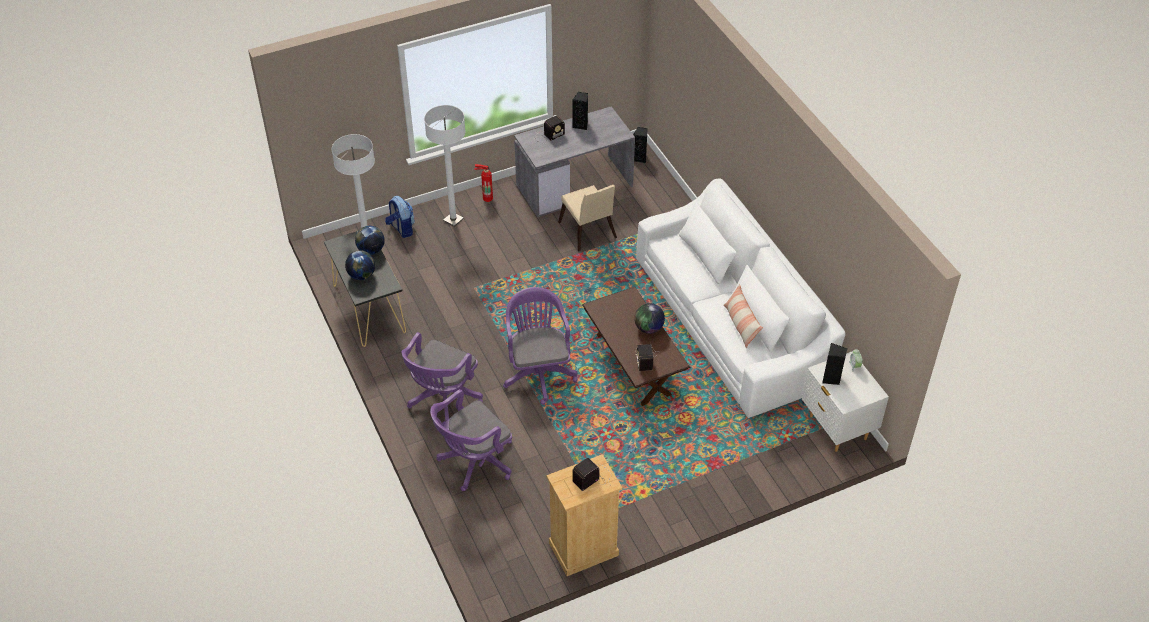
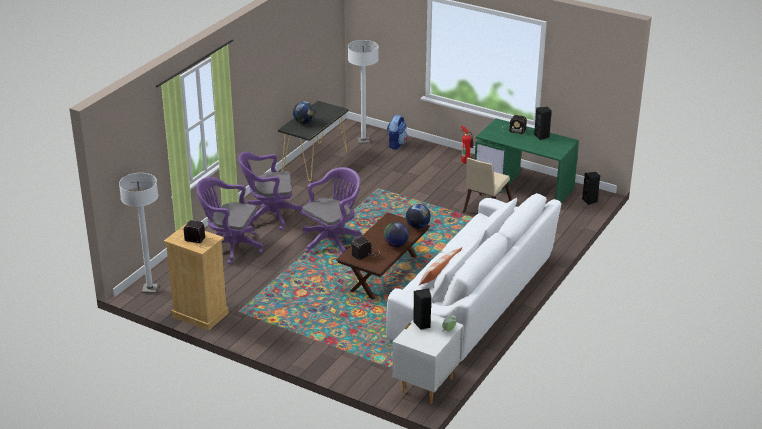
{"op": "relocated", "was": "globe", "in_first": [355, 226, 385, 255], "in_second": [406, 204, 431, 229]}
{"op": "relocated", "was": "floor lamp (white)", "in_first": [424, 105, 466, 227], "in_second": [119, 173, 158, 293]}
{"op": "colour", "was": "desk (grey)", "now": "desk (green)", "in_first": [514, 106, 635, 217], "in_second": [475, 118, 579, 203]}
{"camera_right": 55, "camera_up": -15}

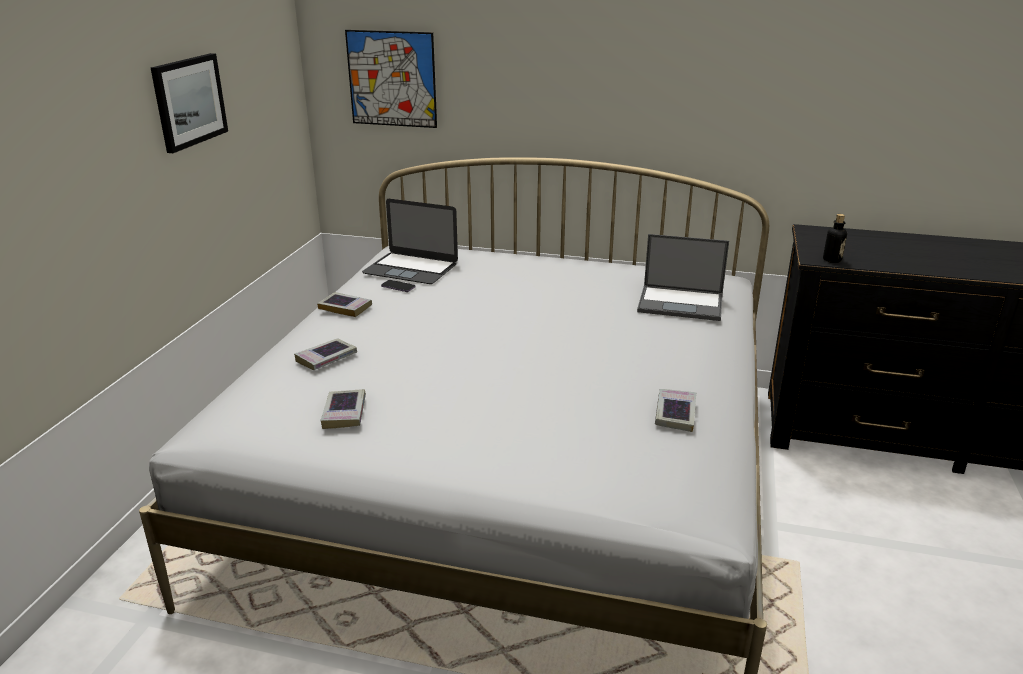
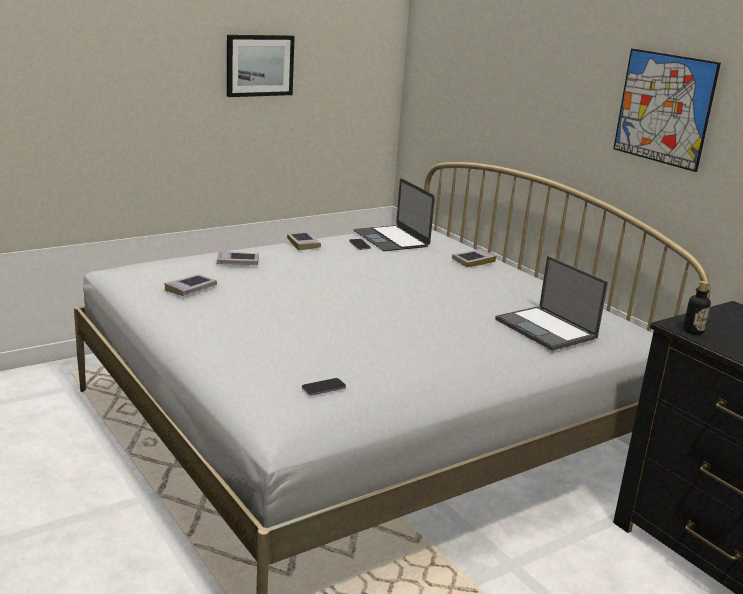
{"op": "appeared", "now": "phone", "in_second": [302, 378, 346, 395]}
{"op": "relocated", "was": "picture", "in_first": [345, 30, 437, 128], "in_second": [613, 49, 721, 172]}
{"op": "relocated", "was": "book", "in_first": [655, 389, 696, 432], "in_second": [452, 249, 496, 267]}
{"camera_right": 40, "camera_up": -5}

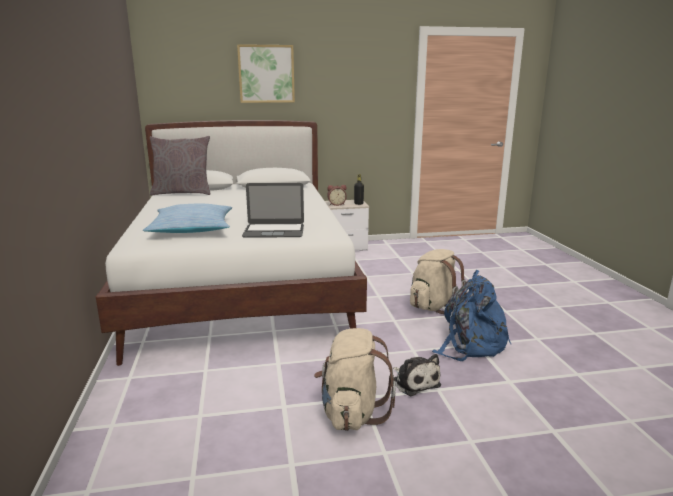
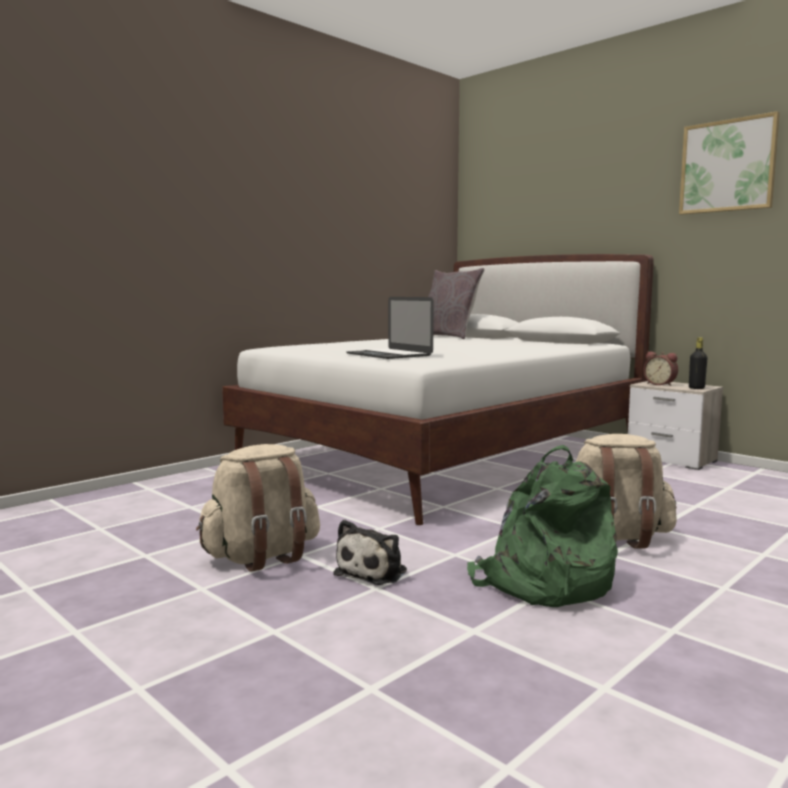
{"op": "missing", "was": "pillow", "in_first": [143, 204, 232, 233]}
{"op": "relocated", "was": "picture", "in_first": [237, 44, 295, 103], "in_second": [679, 111, 780, 215]}
{"op": "colour", "was": "backpack (blue)", "now": "backpack (green)", "in_first": [432, 270, 511, 361], "in_second": [467, 445, 618, 607]}
{"camera_right": 55, "camera_up": -10}

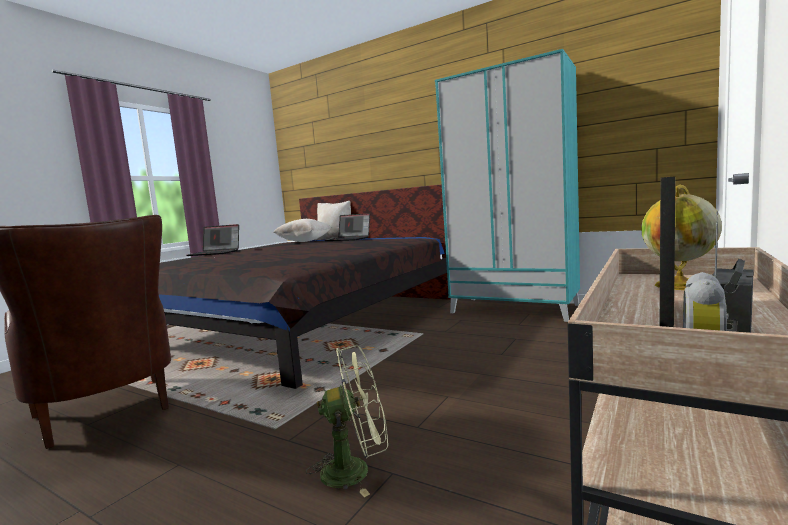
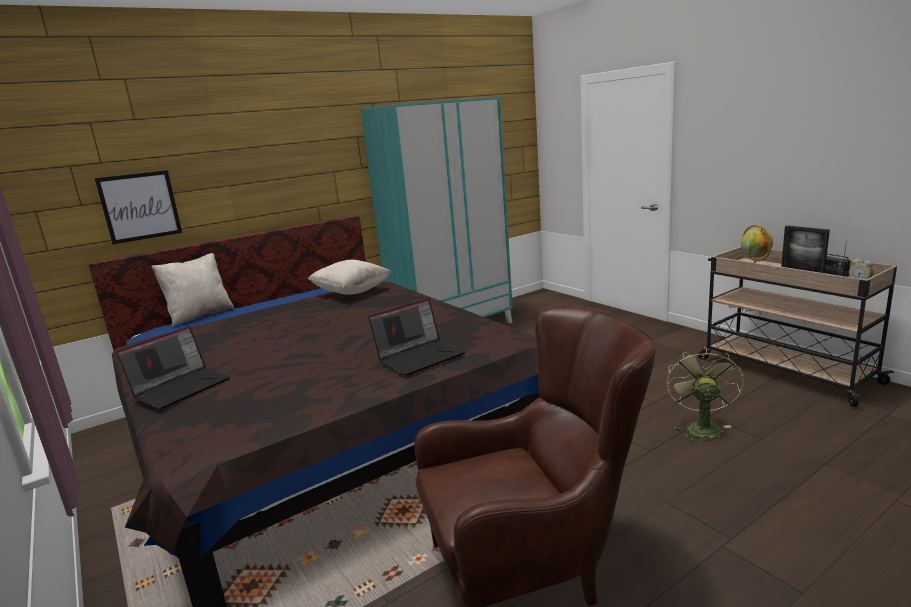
{"op": "appeared", "now": "picture", "in_second": [95, 170, 182, 244]}
{"op": "relocated", "was": "pillow (beige)", "in_first": [274, 219, 331, 242], "in_second": [308, 260, 391, 295]}
{"op": "relocated", "was": "laptop", "in_first": [325, 213, 370, 241], "in_second": [368, 298, 465, 376]}
{"camera_right": -65, "camera_up": 10}

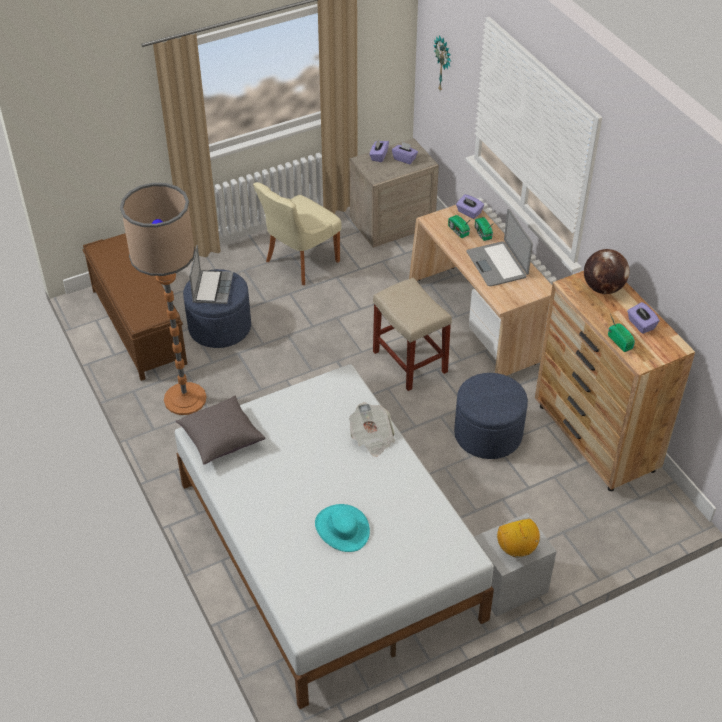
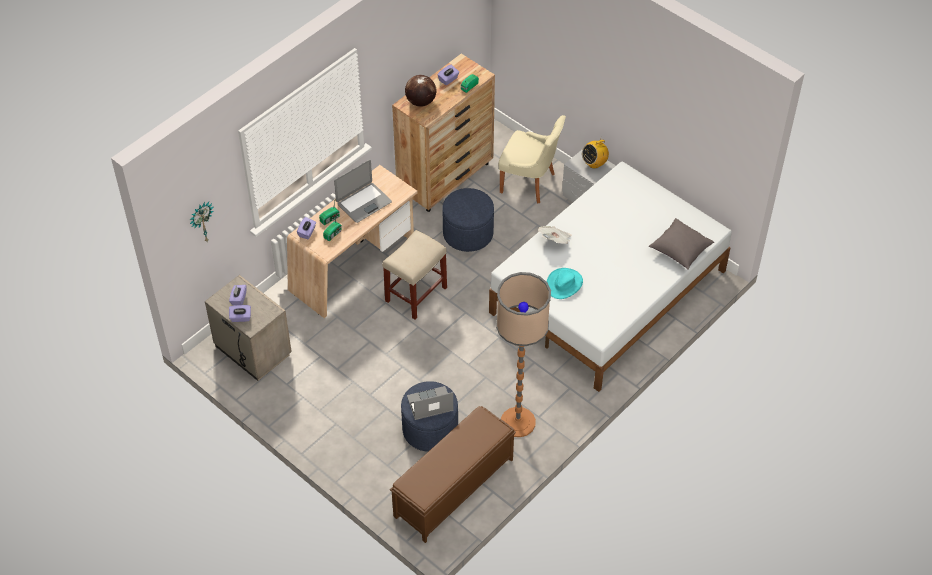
{"op": "relocated", "was": "pillow (grey)", "in_first": [176, 396, 265, 465], "in_second": [649, 218, 714, 270]}
{"op": "relocated", "was": "chair (beige)", "in_first": [253, 182, 341, 285], "in_second": [498, 115, 566, 203]}
{"op": "relocated", "was": "hat (turquoise)", "in_first": [315, 504, 370, 552], "in_second": [547, 268, 583, 299]}
{"camera_right": -110, "camera_up": 5}

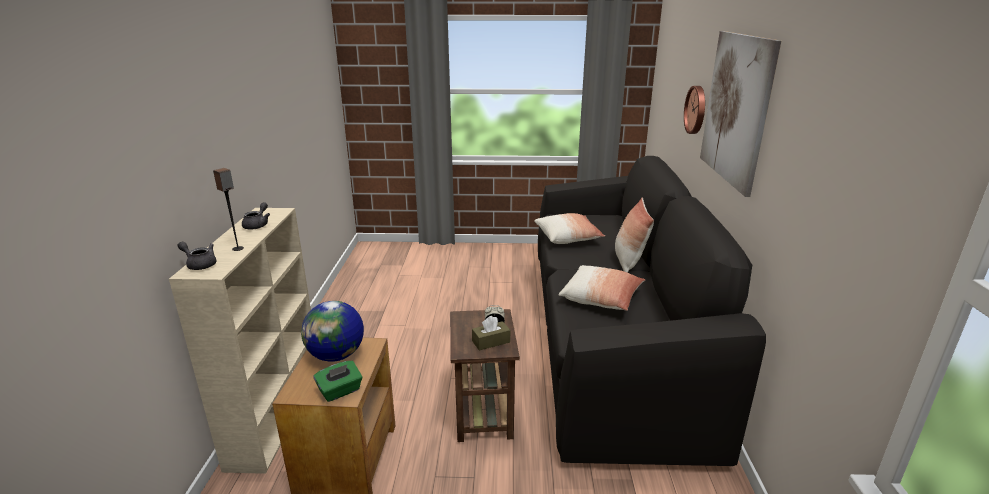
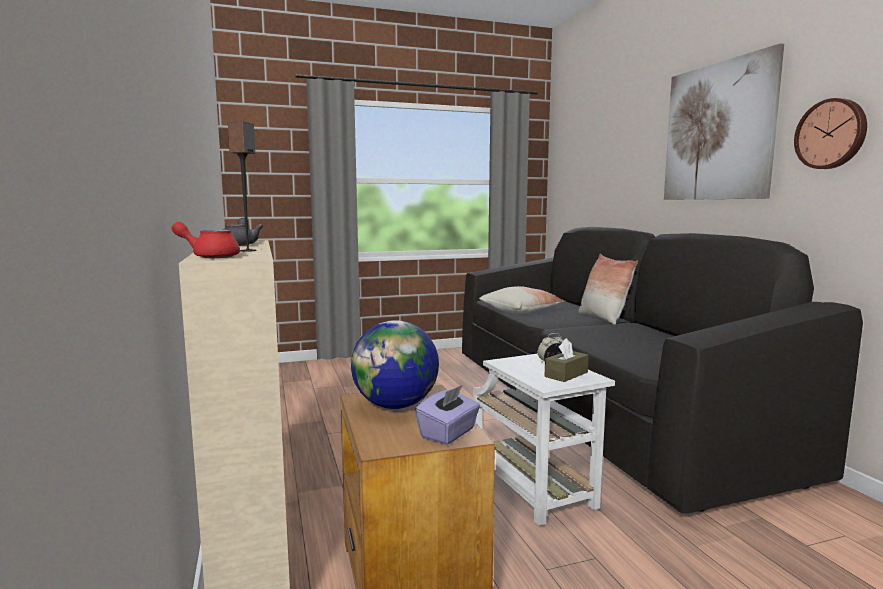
{"op": "missing", "was": "pillow", "in_first": [559, 265, 645, 311]}
{"op": "relocated", "was": "wall clock", "in_first": [684, 86, 705, 134], "in_second": [794, 98, 867, 169]}
{"op": "colour", "was": "teapot (grey)", "now": "teapot (red)", "in_first": [177, 242, 216, 270], "in_second": [172, 222, 240, 258]}
{"op": "colour", "was": "tissue box (green)", "now": "tissue box (purple)", "in_first": [313, 361, 362, 402], "in_second": [415, 385, 480, 445]}
{"op": "colour", "was": "side table (brown)", "now": "side table (white)", "in_first": [450, 309, 520, 442], "in_second": [473, 354, 615, 526]}
{"camera_right": -20, "camera_up": -15}

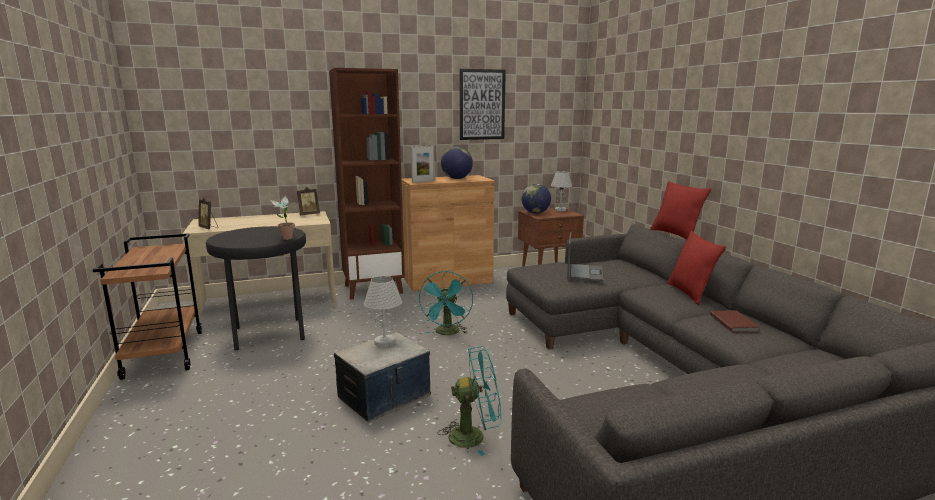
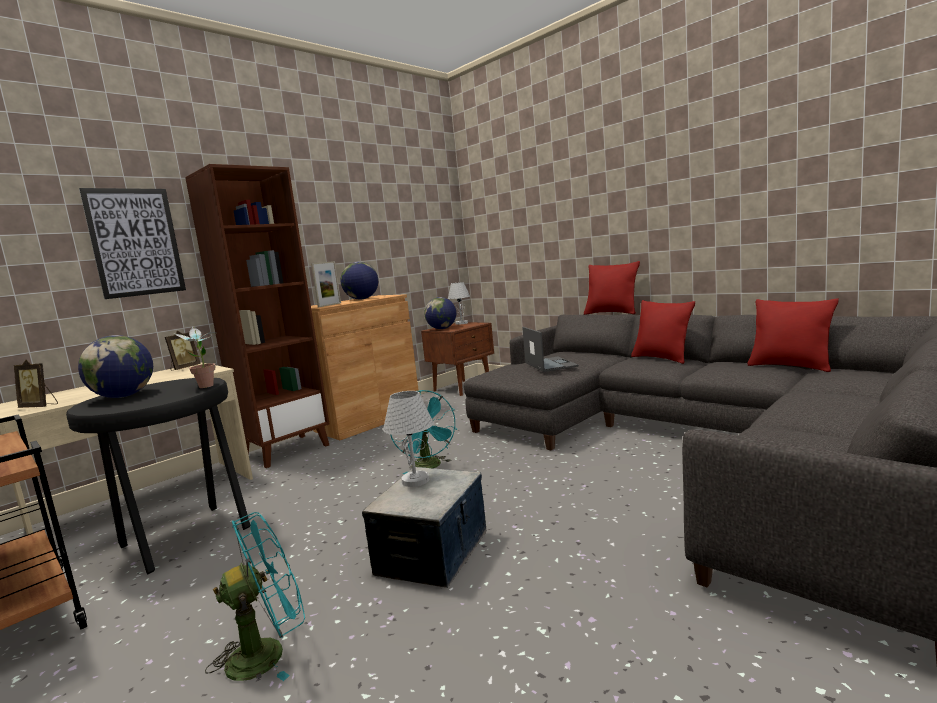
{"op": "missing", "was": "book (brown)", "in_first": [710, 310, 759, 332]}
{"op": "appeared", "now": "globe", "in_second": [78, 335, 153, 398]}
{"op": "appeared", "now": "pillow (red)", "in_second": [747, 299, 839, 372]}
{"op": "relocated", "was": "fan (turquoise)", "in_first": [438, 346, 501, 456], "in_second": [205, 512, 305, 681]}
{"op": "relocated", "was": "picture", "in_first": [459, 69, 506, 140], "in_second": [79, 188, 186, 299]}
{"camera_right": -25, "camera_up": -5}

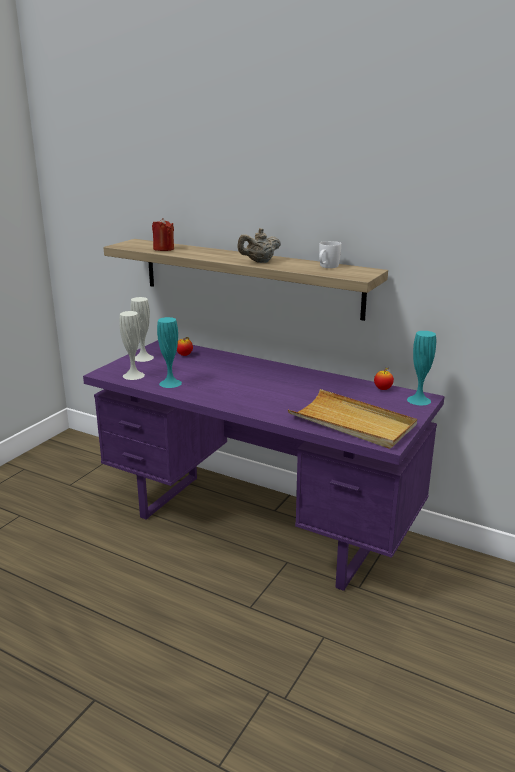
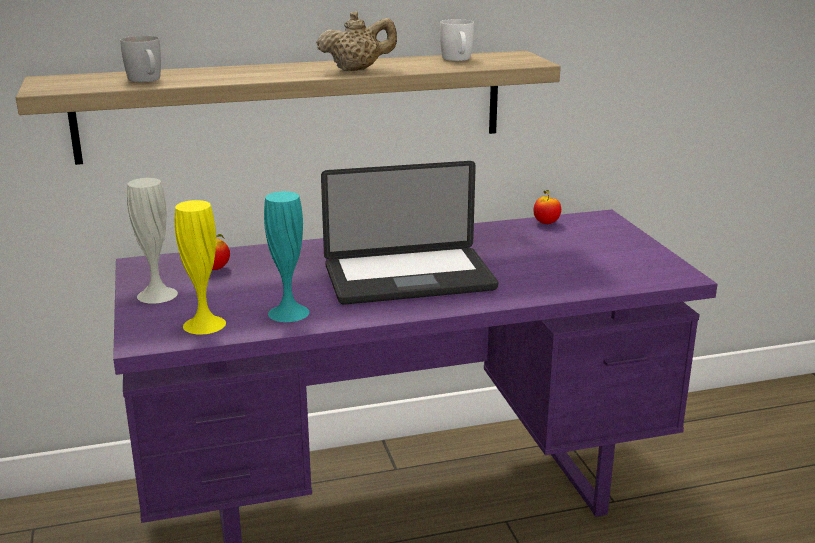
{"op": "missing", "was": "tray (beige)", "in_first": [288, 389, 417, 449]}
{"op": "missing", "was": "vase (turquoise)", "in_first": [407, 331, 436, 405]}
{"op": "appeared", "now": "laptop", "in_second": [321, 161, 498, 304]}
{"op": "exchanged", "was": "candle (red)", "now": "mug (white)", "in_first": [152, 218, 174, 251], "in_second": [120, 36, 161, 82]}
{"op": "colour", "was": "vase (white)", "now": "vase (yellow)", "in_first": [119, 311, 145, 380], "in_second": [175, 200, 226, 334]}
{"op": "spun", "was": "teapot (beige)", "in_first": [237, 228, 281, 263], "in_second": [316, 11, 397, 71], "clockwise": -120}
{"camera_right": -45, "camera_up": 0}

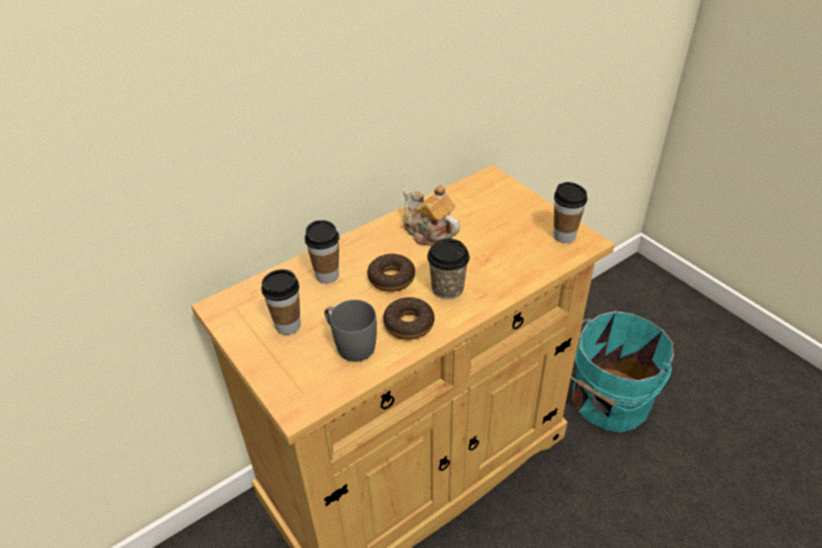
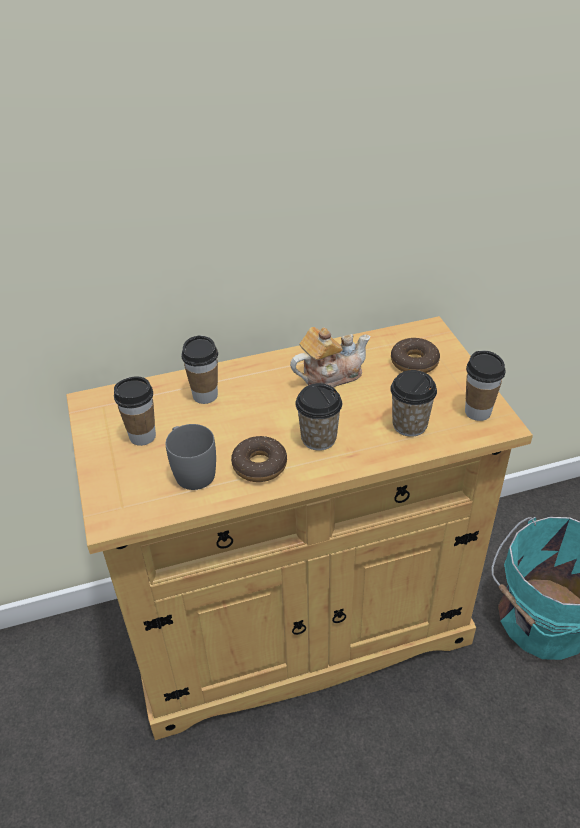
{"op": "appeared", "now": "cup", "in_second": [390, 370, 437, 437]}
{"op": "relocated", "was": "donut", "in_first": [367, 254, 415, 292], "in_second": [391, 338, 440, 373]}
{"op": "spun", "was": "teapot", "in_first": [403, 184, 460, 246], "in_second": [290, 327, 370, 387], "clockwise": 90}
{"camera_right": 20, "camera_up": 0}

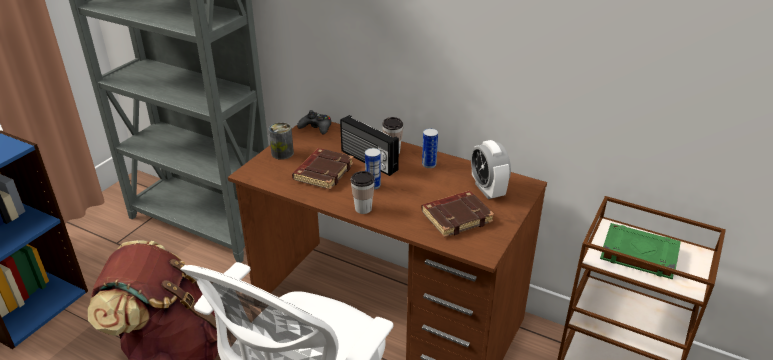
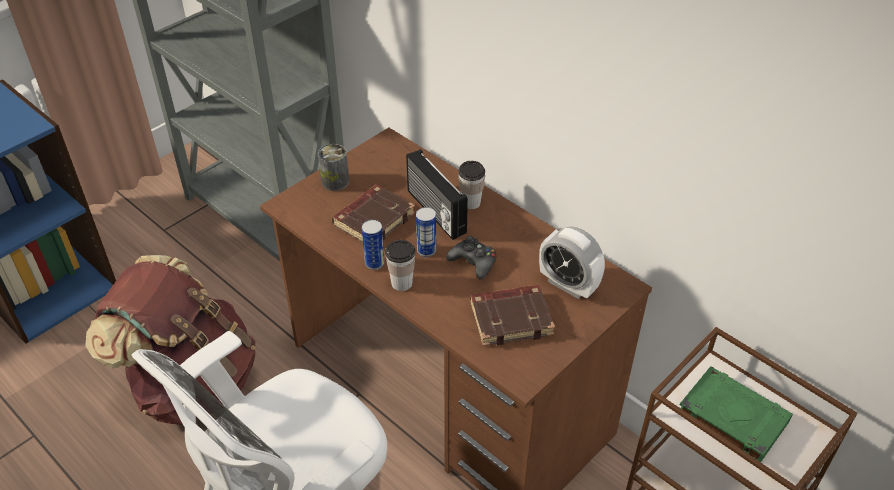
{"op": "relocated", "was": "game controller (black)", "in_first": [297, 110, 331, 134], "in_second": [446, 236, 496, 280]}
{"op": "relocated", "was": "can", "in_first": [422, 128, 438, 168], "in_second": [362, 220, 384, 270]}
{"op": "spun", "was": "alarm clock", "in_first": [471, 140, 511, 199], "in_second": [539, 226, 605, 299], "clockwise": -45}
{"camera_right": 15, "camera_up": 10}

